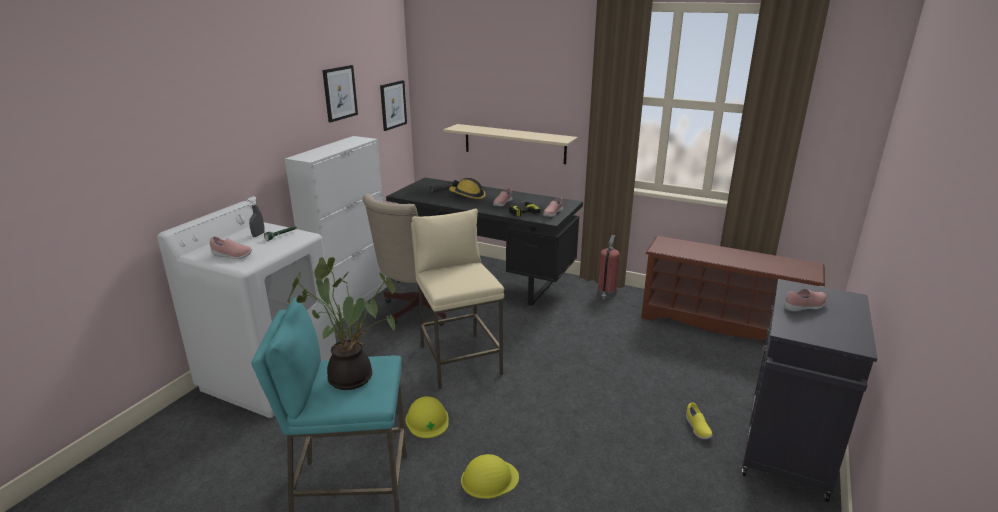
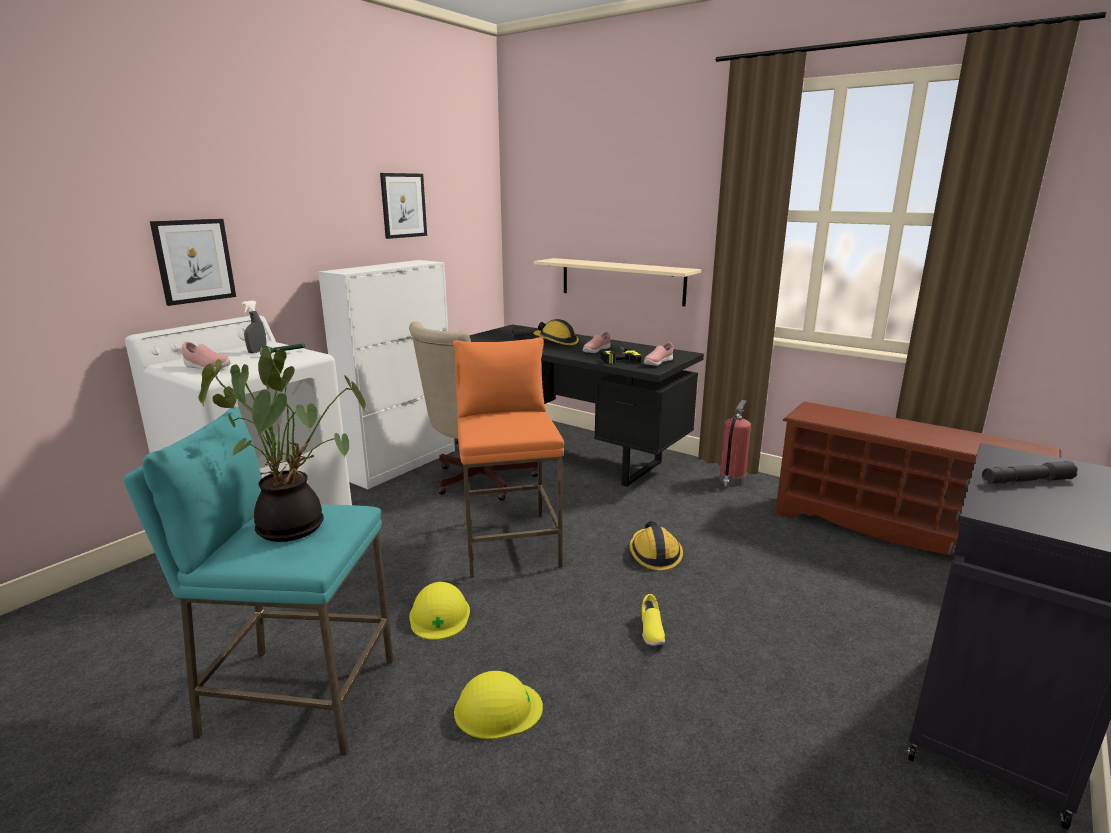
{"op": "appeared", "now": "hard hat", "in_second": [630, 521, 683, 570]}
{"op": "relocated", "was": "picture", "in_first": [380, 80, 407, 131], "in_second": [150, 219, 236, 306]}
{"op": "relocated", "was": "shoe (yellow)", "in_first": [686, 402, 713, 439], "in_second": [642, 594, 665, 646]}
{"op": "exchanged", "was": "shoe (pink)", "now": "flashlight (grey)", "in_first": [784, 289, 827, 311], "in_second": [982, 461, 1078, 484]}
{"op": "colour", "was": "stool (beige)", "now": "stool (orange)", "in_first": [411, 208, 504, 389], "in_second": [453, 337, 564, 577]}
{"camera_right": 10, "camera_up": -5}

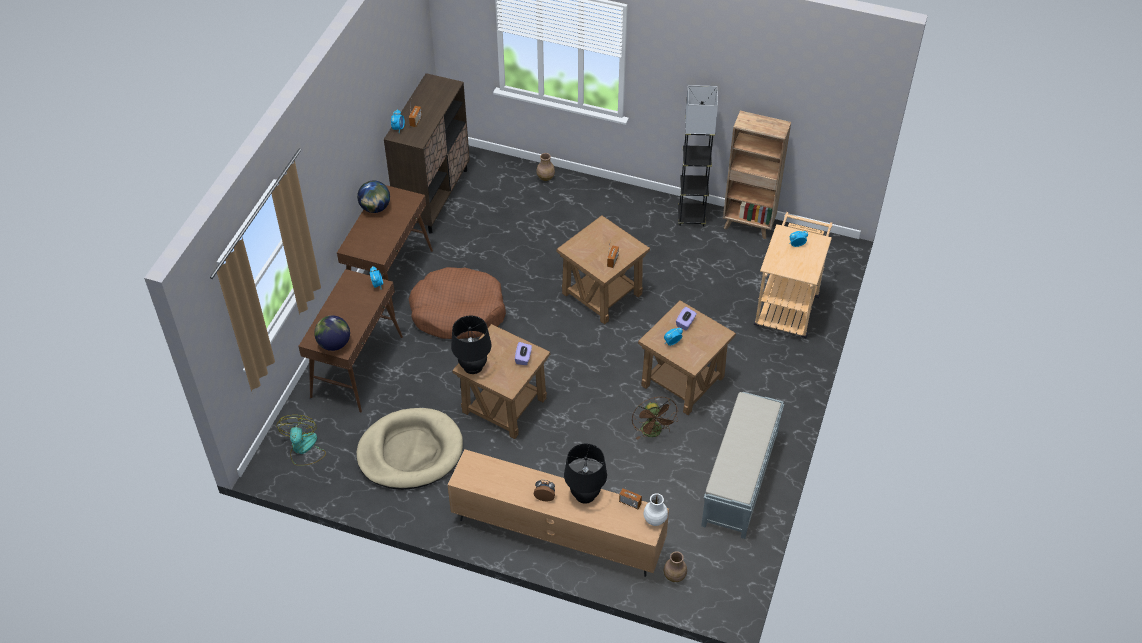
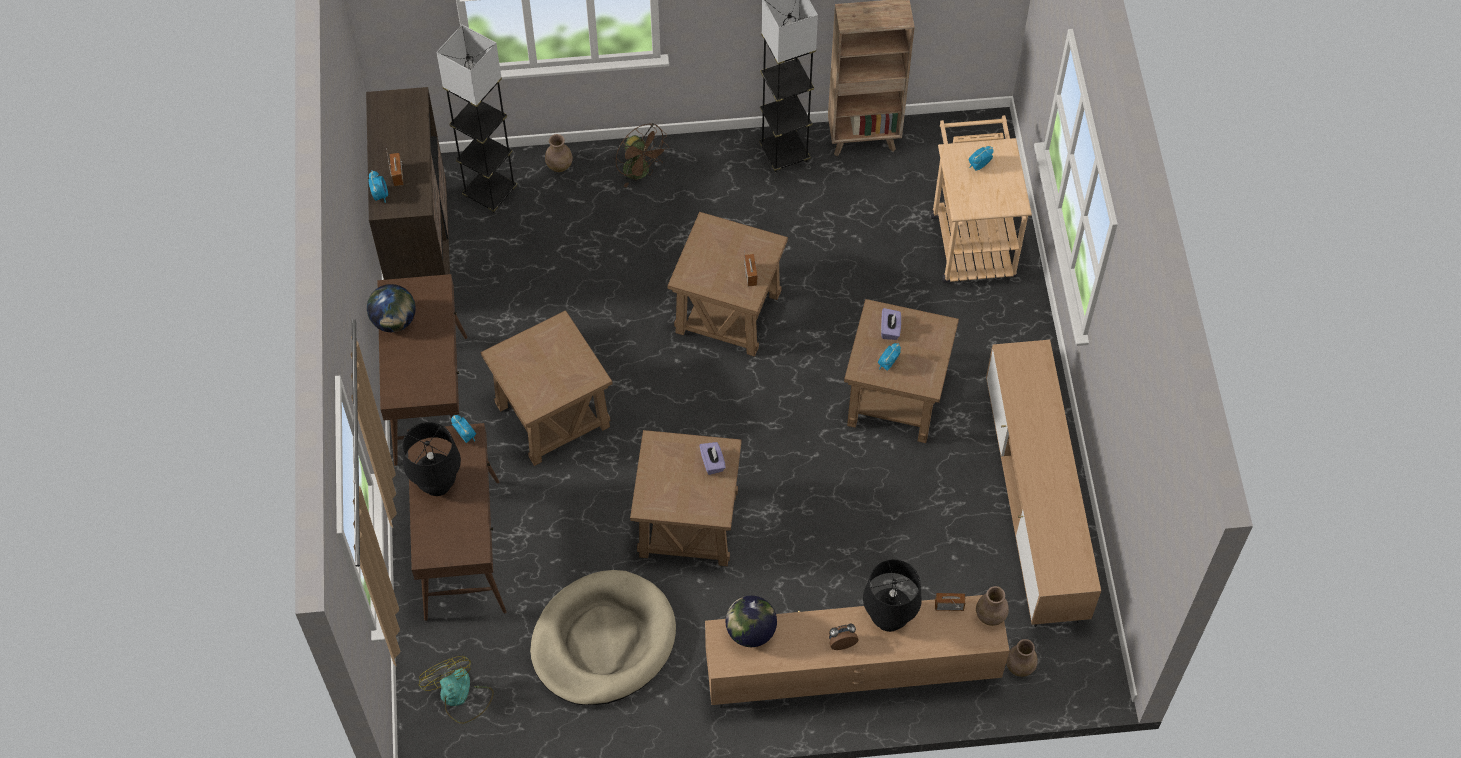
{"op": "appeared", "now": "floor lamp (grey)", "in_second": [436, 24, 517, 213]}
{"op": "relocated", "was": "globe", "in_first": [314, 315, 350, 351], "in_second": [726, 596, 777, 647]}
{"op": "relocated", "was": "table lamp (black)", "in_first": [451, 316, 491, 374], "in_second": [402, 422, 461, 496]}
{"op": "relocated", "was": "fan (brown)", "in_first": [632, 397, 678, 440], "in_second": [616, 123, 669, 188]}
{"op": "exchanged", "was": "dog bed (brown)", "now": "side table (brown)", "in_first": [409, 267, 506, 339], "in_second": [481, 310, 613, 466]}
{"op": "exchanged", "was": "bench (grey)", "now": "tv stand (brown)", "in_first": [701, 392, 784, 539], "in_second": [986, 340, 1101, 627]}
{"op": "colour", "was": "vase (white)", "now": "vase (brown)", "in_first": [643, 493, 668, 526], "in_second": [976, 586, 1009, 626]}
{"camera_right": -25, "camera_up": 10}

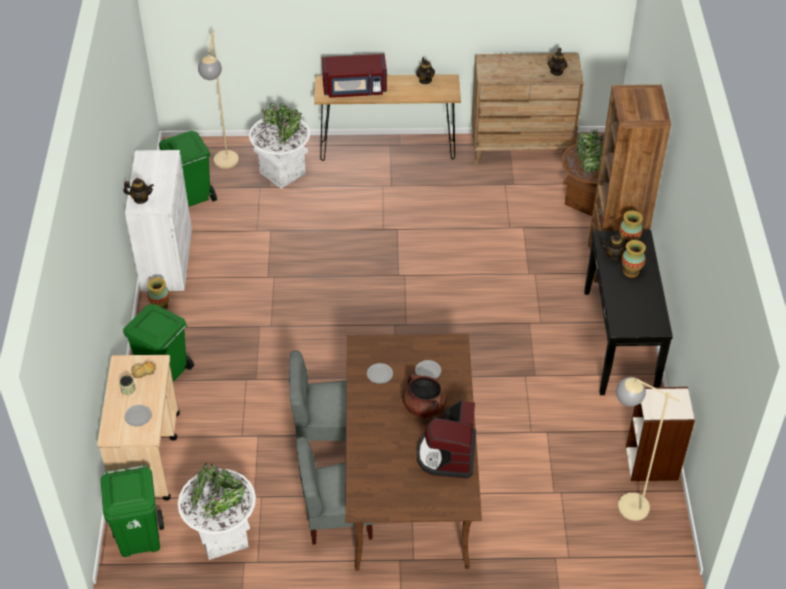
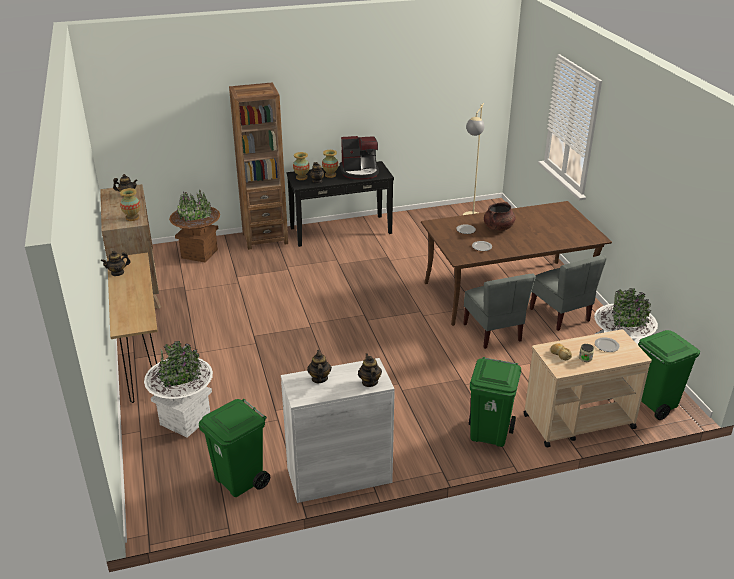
{"op": "missing", "was": "floor lamp (beige)", "in_first": [198, 29, 239, 169]}
{"op": "missing", "was": "microwave (red)", "in_first": [322, 54, 387, 98]}
{"op": "missing", "was": "bookcase", "in_first": [626, 387, 695, 481]}
{"op": "appeared", "now": "teapot", "in_second": [307, 350, 332, 383]}
{"op": "relocated", "was": "vase", "in_first": [147, 277, 170, 310], "in_second": [120, 188, 140, 221]}
{"op": "relocated", "was": "coffee machine", "in_first": [417, 400, 476, 478], "in_second": [339, 136, 379, 180]}
{"camera_right": -105, "camera_up": -15}

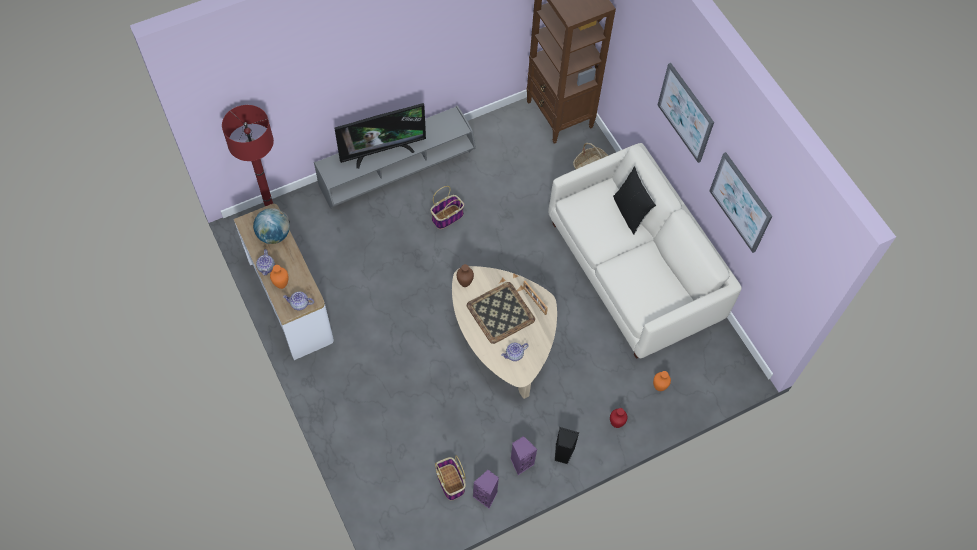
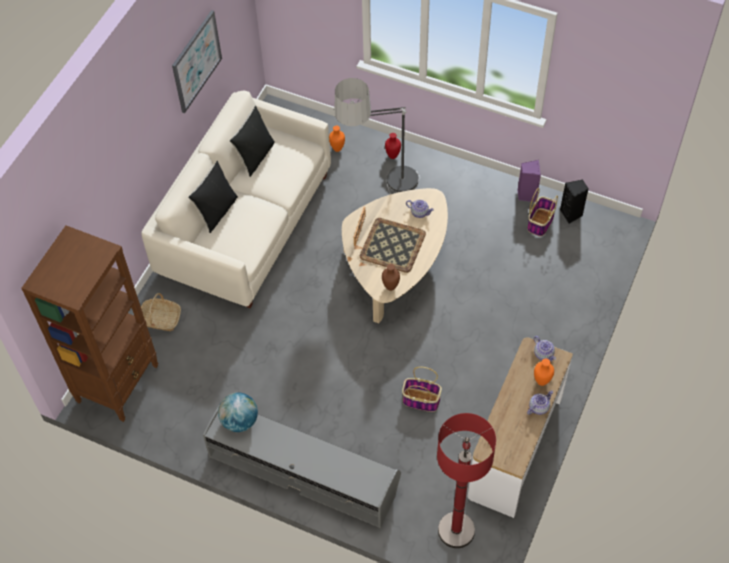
{"op": "missing", "was": "television", "in_first": [334, 103, 426, 169]}
{"op": "missing", "was": "speaker (purple)", "in_first": [510, 436, 537, 475]}
{"op": "missing", "was": "picture", "in_first": [657, 63, 714, 163]}
{"op": "appeared", "now": "pillow (black)", "in_second": [230, 106, 275, 177]}
{"op": "appeared", "now": "floor lamp", "in_second": [333, 78, 420, 194]}
{"op": "relocated", "was": "globe", "in_first": [253, 208, 290, 244], "in_second": [218, 392, 258, 432]}
{"op": "relocated", "was": "basket", "in_first": [430, 186, 464, 229], "in_second": [402, 367, 442, 412]}
{"op": "relocated", "was": "speaker (black)", "in_first": [555, 427, 579, 464], "in_second": [560, 180, 588, 224]}
{"camera_right": -125, "camera_up": -5}

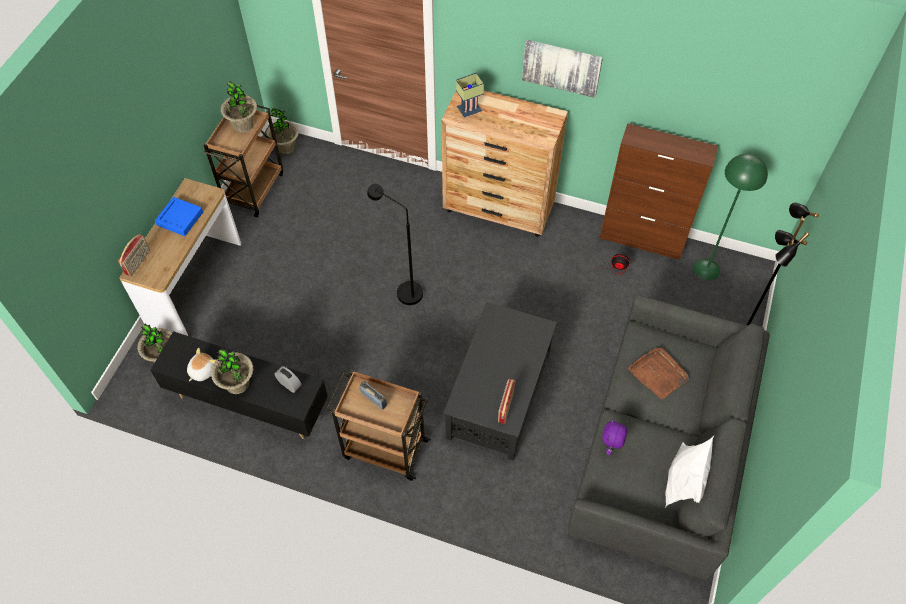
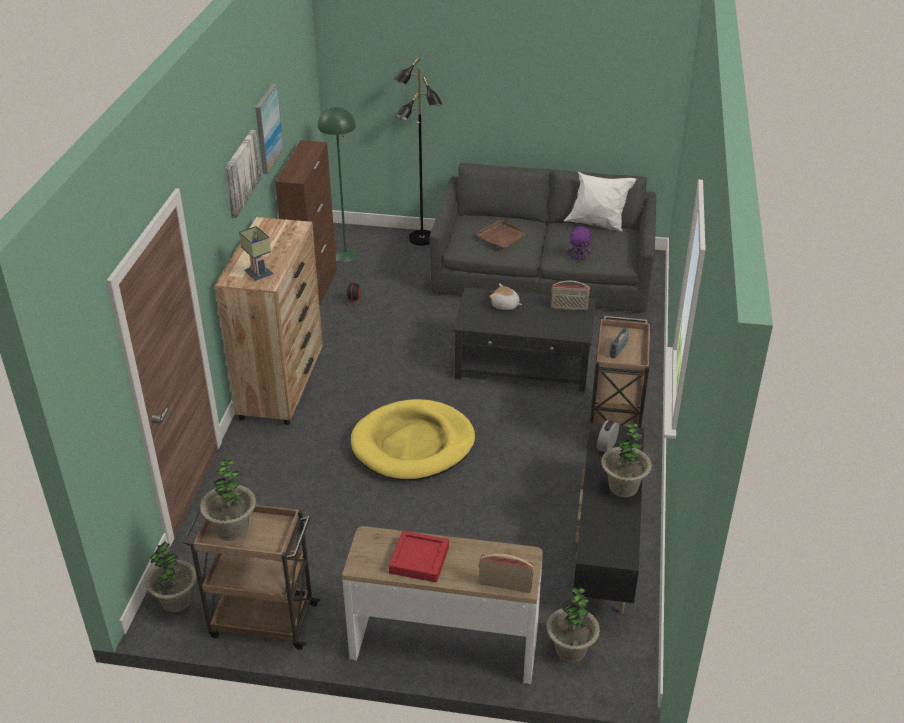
{"op": "appeared", "now": "picture", "in_second": [255, 83, 284, 174]}
{"op": "relocated", "was": "plush toy", "in_first": [187, 348, 216, 381], "in_second": [489, 283, 522, 310]}
{"op": "exchanged", "was": "floor lamp (black)", "now": "dog bed (yellow)", "in_first": [367, 184, 423, 305], "in_second": [351, 399, 475, 481]}
{"op": "colour", "was": "tray (blue)", "now": "tray (red)", "in_first": [155, 197, 203, 236], "in_second": [389, 531, 449, 582]}
{"camera_right": -100, "camera_up": -20}

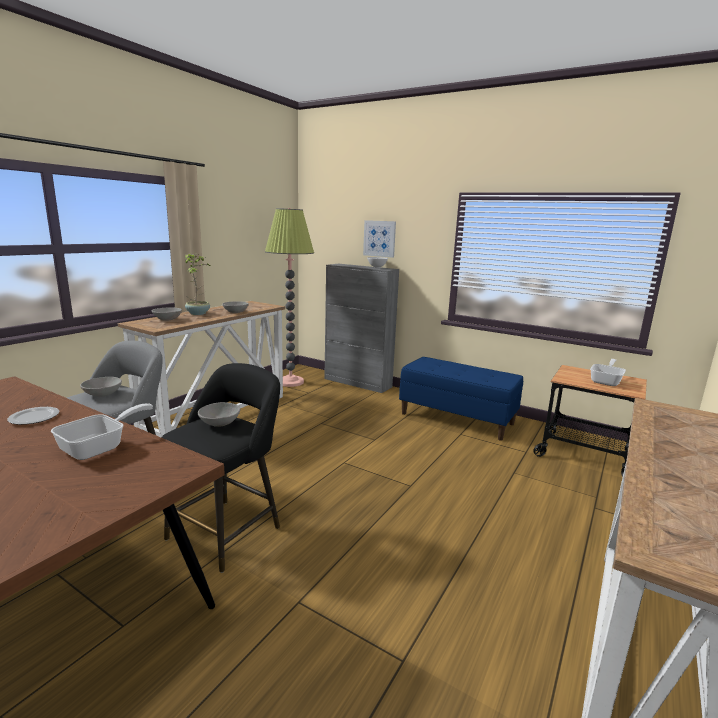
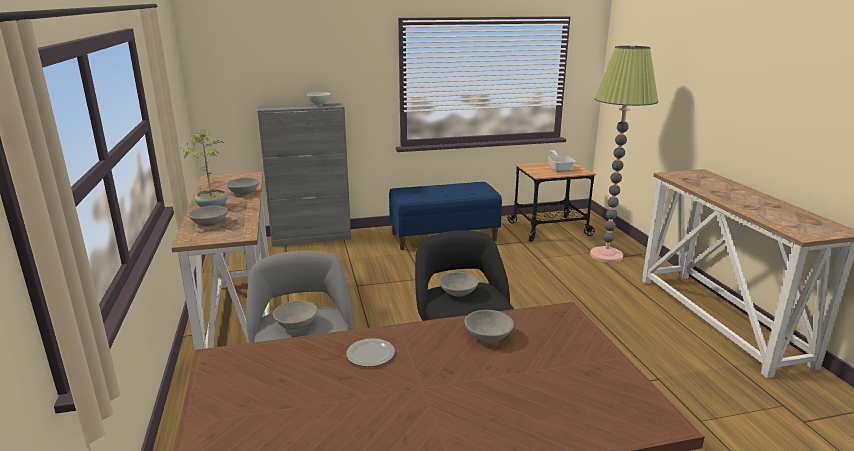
{"op": "missing", "was": "picture", "in_first": [363, 220, 396, 258]}
{"op": "relocated", "was": "floor lamp", "in_first": [265, 208, 314, 387], "in_second": [590, 46, 658, 263]}
{"op": "exchanged", "was": "frying pan", "now": "bowl (grey)", "in_first": [51, 403, 153, 460], "in_second": [465, 310, 514, 342]}
{"camera_right": -45, "camera_up": 5}

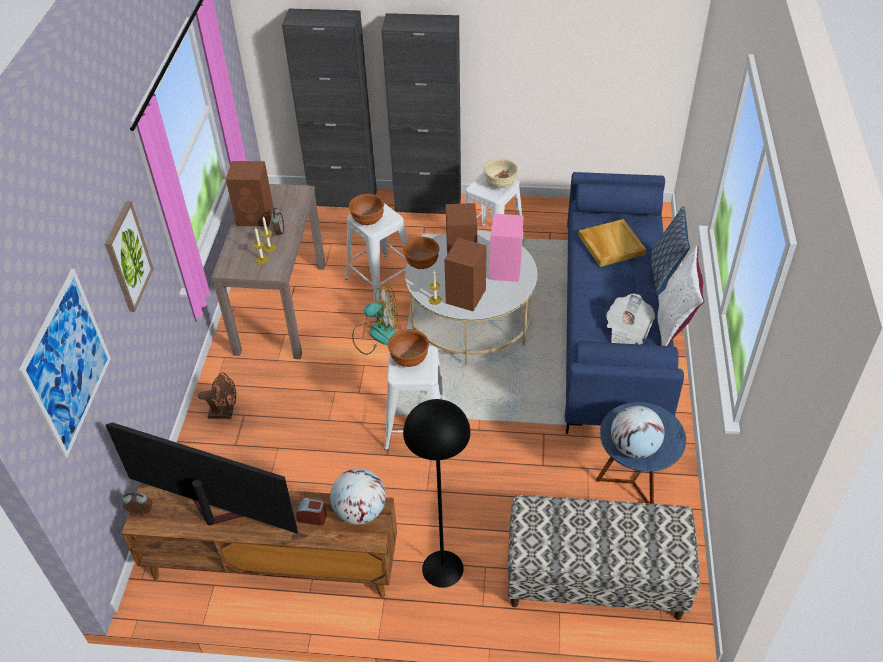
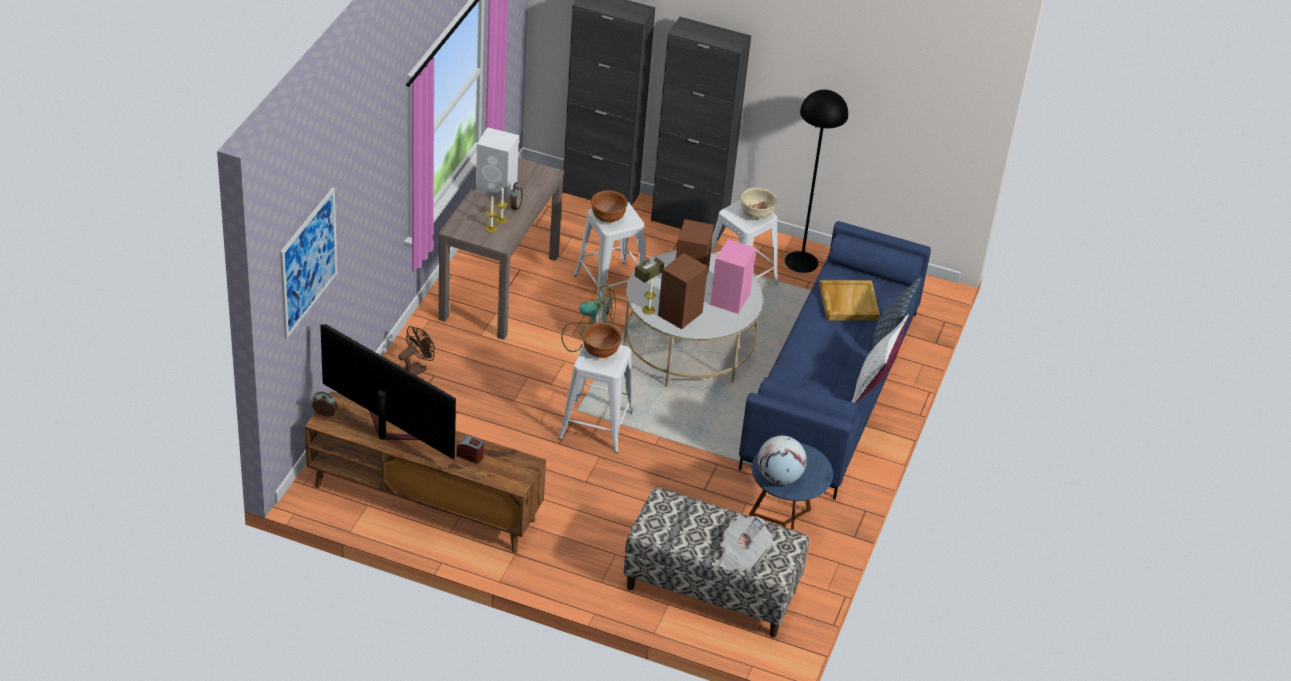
{"op": "missing", "was": "picture", "in_first": [105, 201, 154, 312]}
{"op": "missing", "was": "globe", "in_first": [330, 468, 386, 525]}
{"op": "relocated", "was": "floor lamp (black)", "in_first": [403, 399, 471, 588], "in_second": [785, 90, 848, 273]}
{"op": "relocated", "was": "newspaper", "in_first": [606, 294, 655, 344], "in_second": [719, 517, 773, 572]}
{"op": "exchanged", "was": "bowl (brown)", "now": "tissue box (brown)", "in_first": [403, 237, 439, 269], "in_second": [635, 256, 664, 283]}
{"op": "colour", "was": "speaker (brown)", "now": "speaker (white)", "in_first": [226, 161, 274, 226], "in_second": [476, 127, 519, 199]}
{"op": "spun", "was": "fan (brown)", "in_first": [198, 373, 236, 419], "in_second": [398, 326, 435, 375], "clockwise": -60}
{"camera_right": 10, "camera_up": -5}

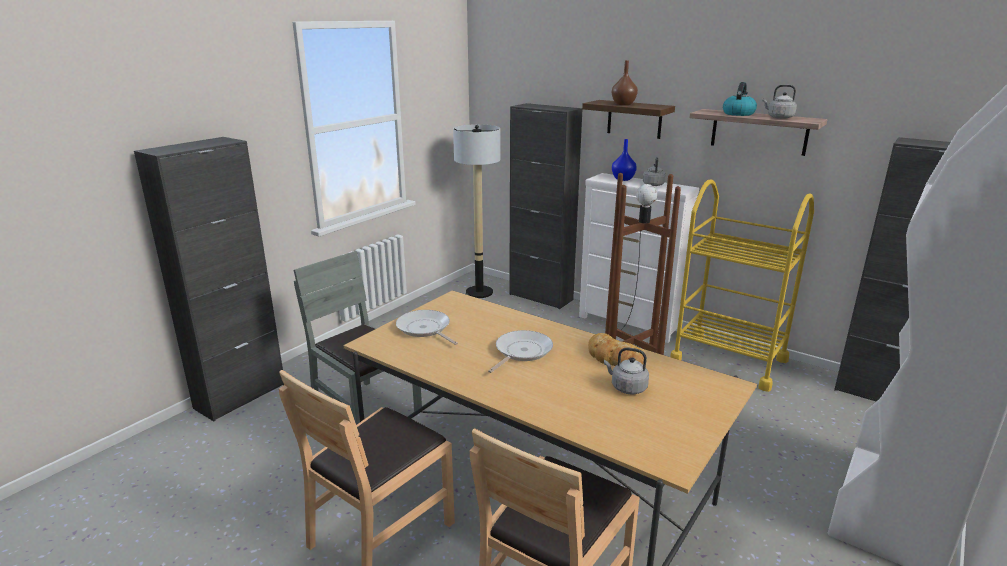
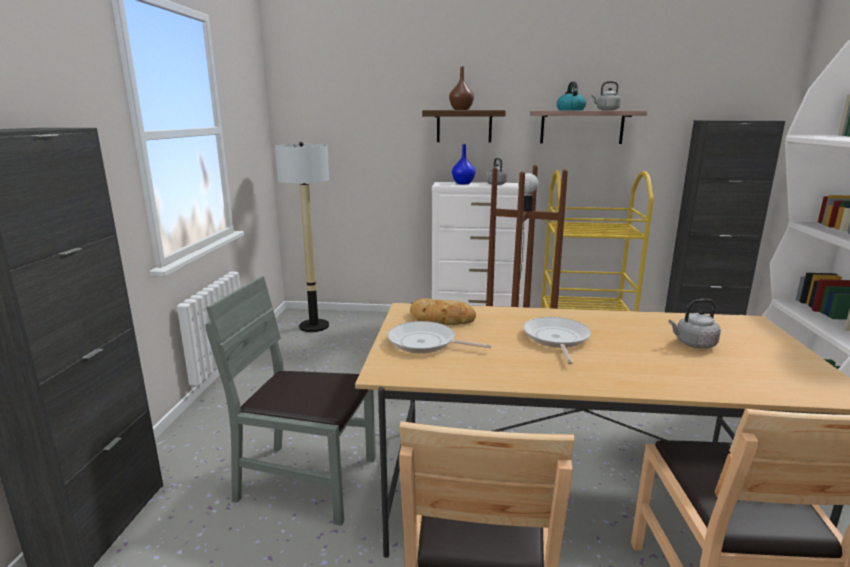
{"op": "missing", "was": "cabinet (black)", "in_first": [509, 103, 582, 309]}
{"op": "relocated", "was": "bread", "in_first": [588, 333, 644, 366], "in_second": [410, 298, 476, 325]}
{"camera_right": -30, "camera_up": -5}

